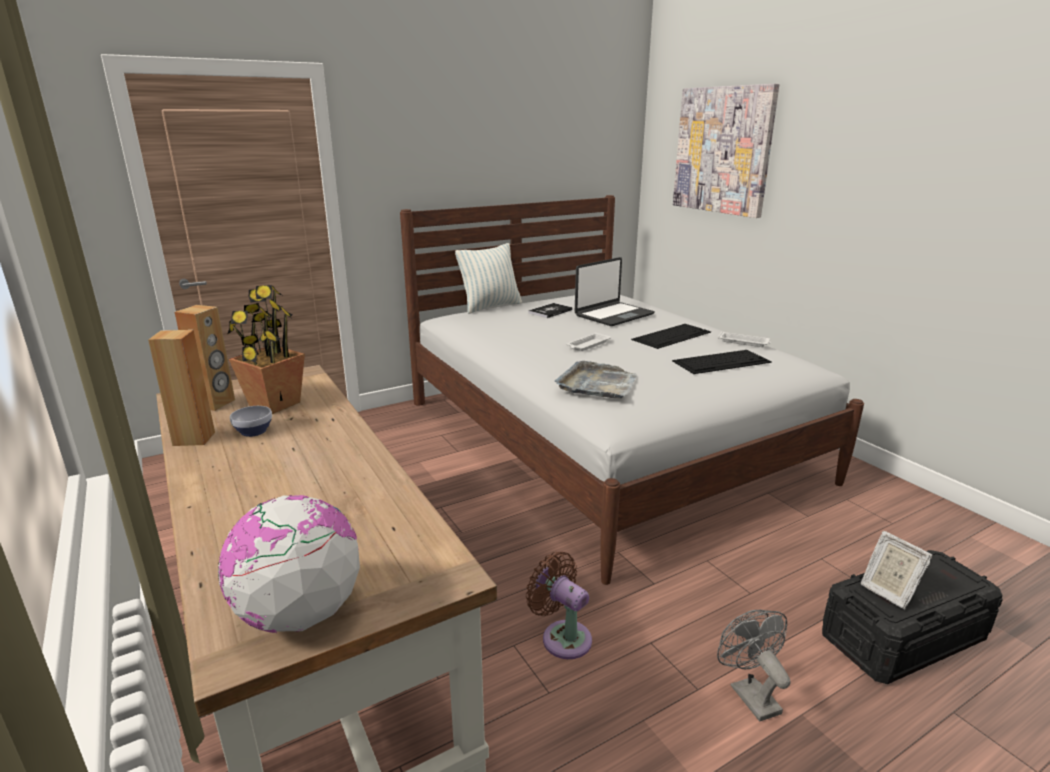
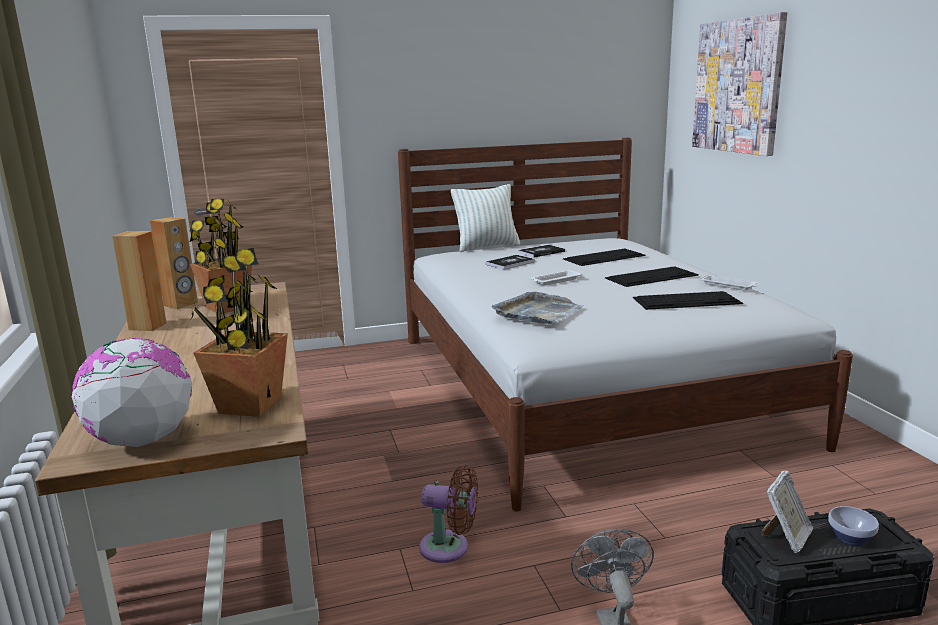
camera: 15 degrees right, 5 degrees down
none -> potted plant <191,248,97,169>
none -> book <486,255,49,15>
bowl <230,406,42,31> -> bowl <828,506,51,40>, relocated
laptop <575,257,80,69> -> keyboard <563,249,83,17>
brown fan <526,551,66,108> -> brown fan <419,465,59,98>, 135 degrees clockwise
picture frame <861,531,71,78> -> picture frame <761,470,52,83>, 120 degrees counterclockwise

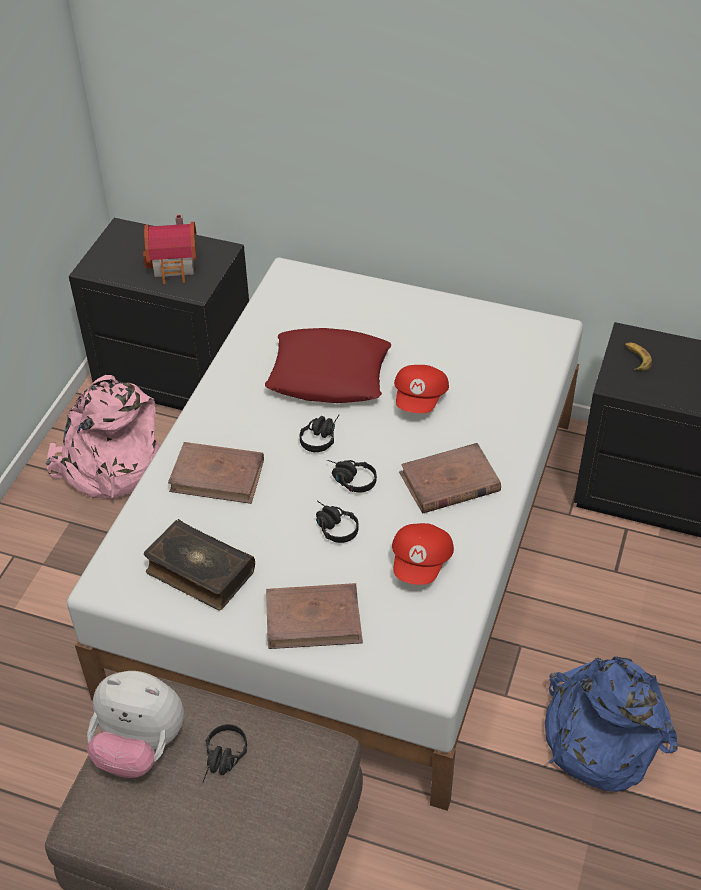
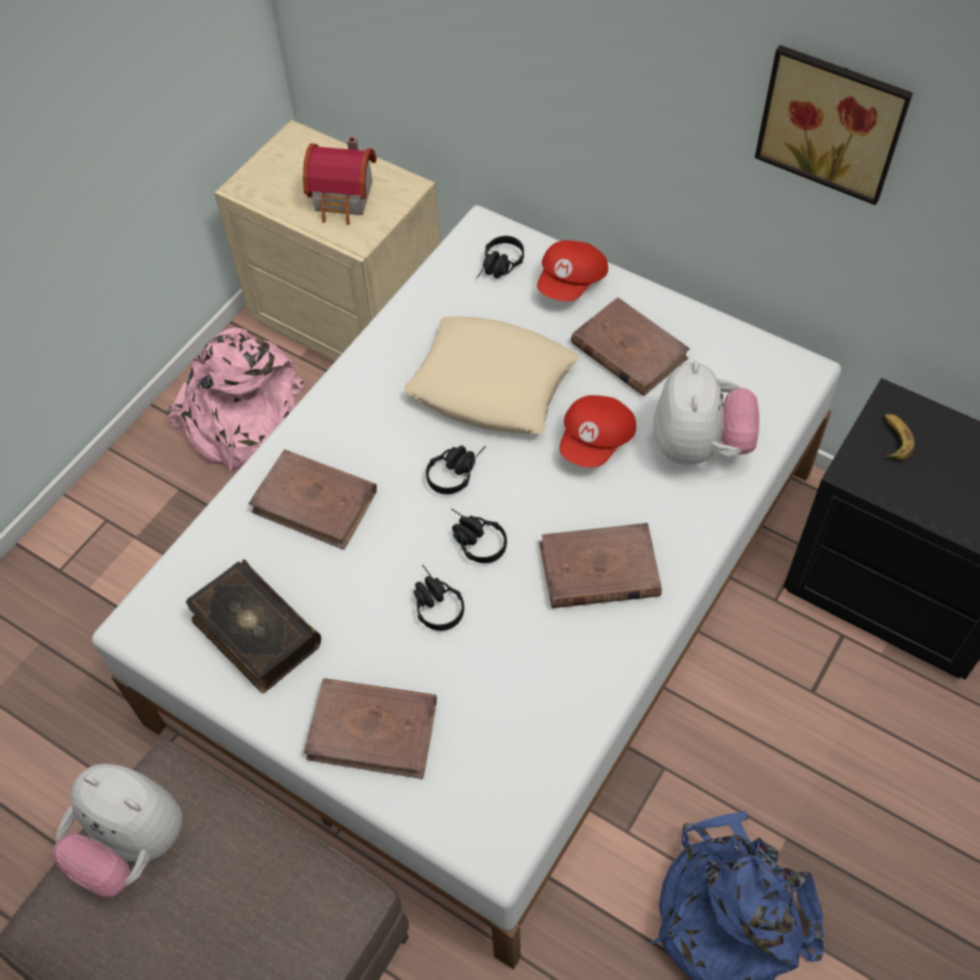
camera: 15 degrees right, 10 degrees up
none -> brown book <571,297,119,99>
none -> plush toy <653,361,107,104>
none -> picture <755,45,158,160>
black headphones <203,724,44,58> -> black headphones <476,236,48,43>, relocated
red cap <392,523,62,62> -> red cap <537,240,71,61>, relocated
black nightstand <69,218,180,192> -> beige nightstand <214,120,227,242>
red pillow <265,328,126,75> -> beige pillow <404,316,174,118>

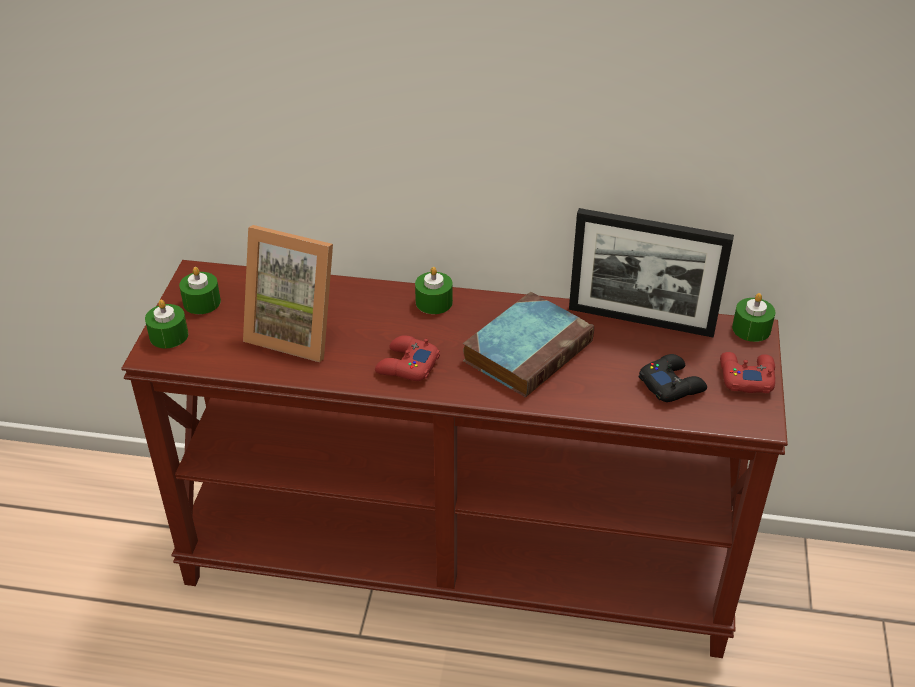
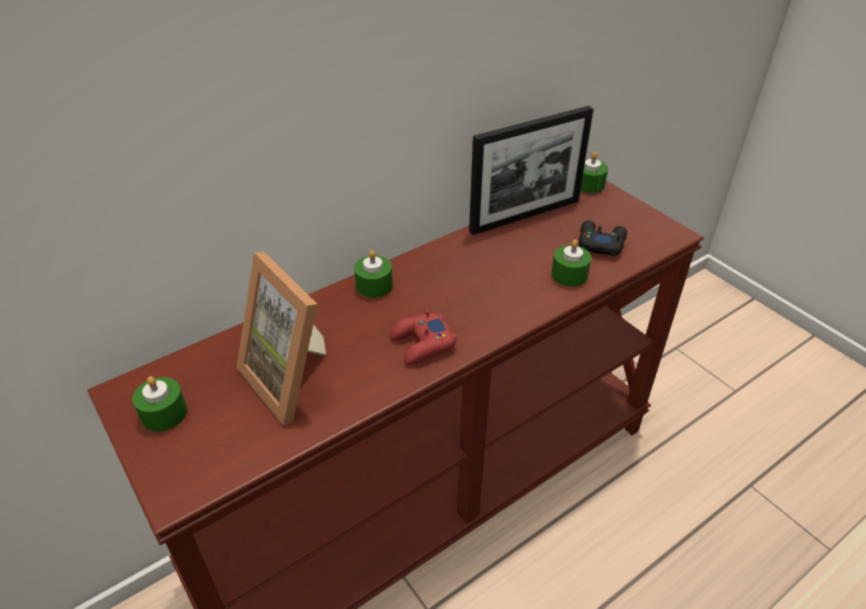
camera: 45 degrees left, 0 degrees up
book <463,292,131,105> -> none
red game controller <720,352,55,41> -> none
green candle <145,300,43,48> -> green candle <551,239,40,48>, relocated
picture frame <243,225,90,137> -> picture frame <237,252,89,173>, 75 degrees clockwise

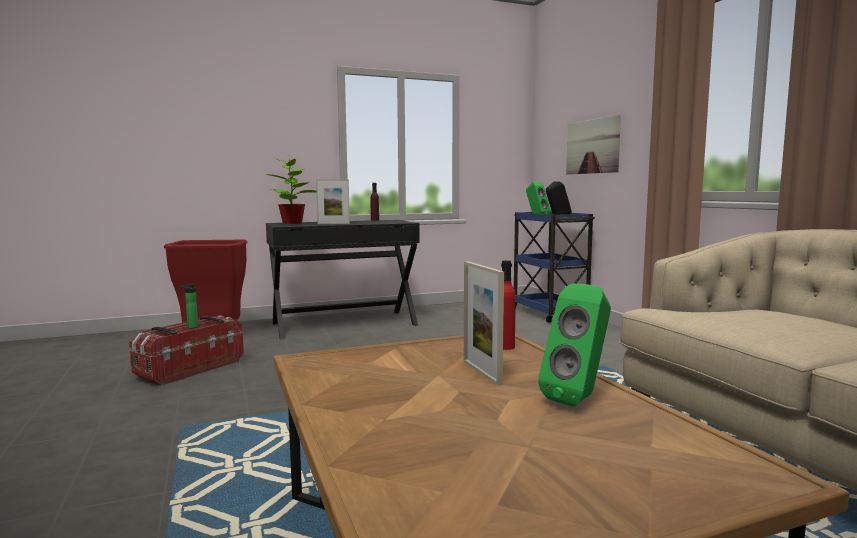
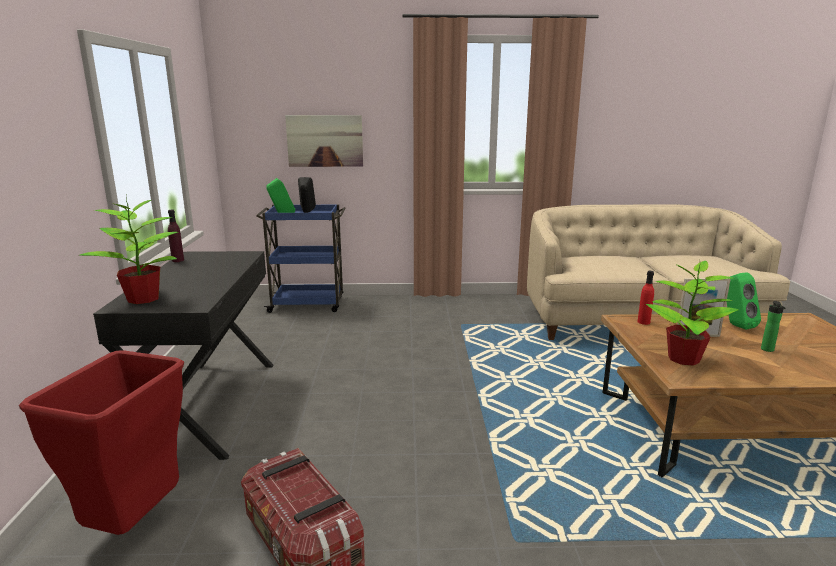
camera: 70 degrees left, 10 degrees up
picture frame <316,179,34,45> -> none
none -> potted plant <646,261,93,105>
bottle <180,284,18,44> -> bottle <761,301,24,51>, relocated

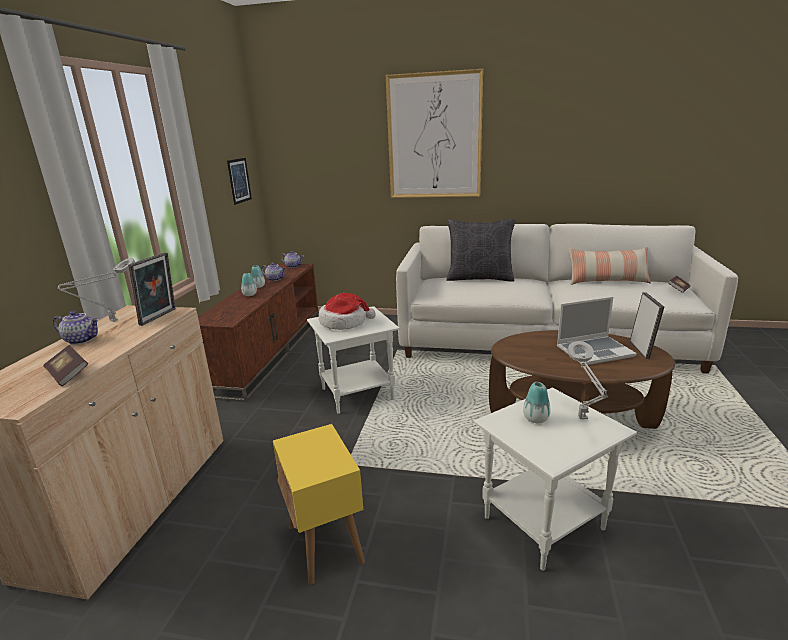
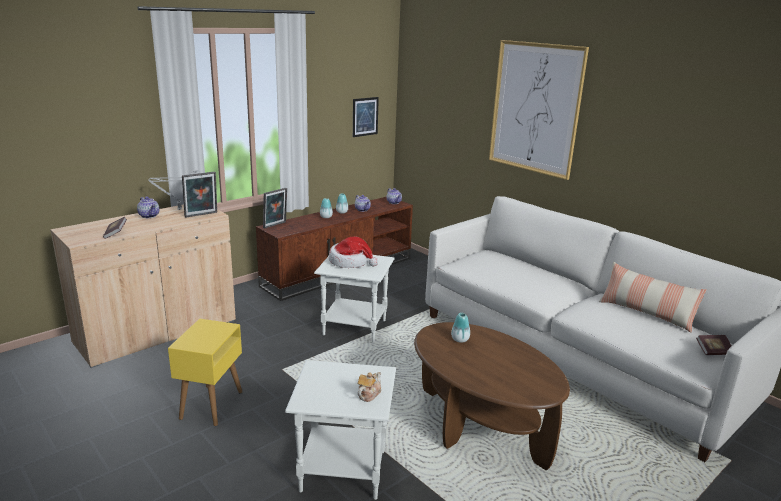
camera: 35 degrees right, 0 degrees up
black pillow <446,219,70,62> -> none
laptop <557,297,80,69> -> none
vase <523,382,28,41> -> vase <451,313,19,30>, relocated
picture frame <630,292,34,67> -> picture frame <263,188,24,41>, relocated
grey table lamp <568,341,40,78> -> teapot <358,372,23,30>

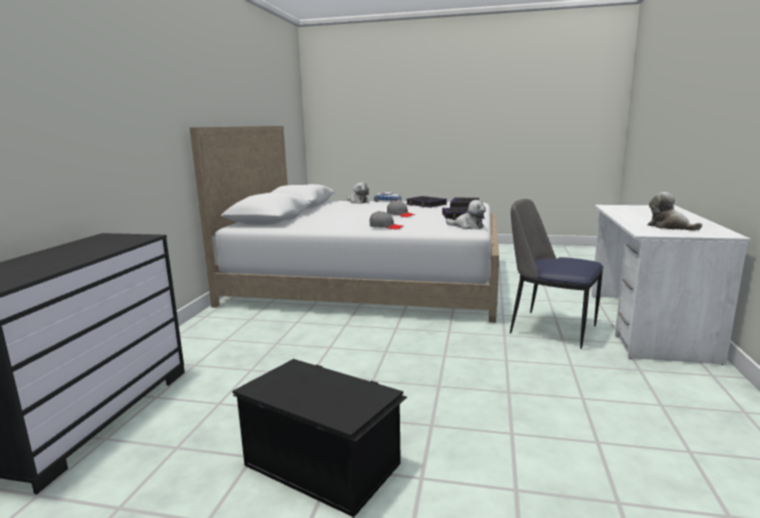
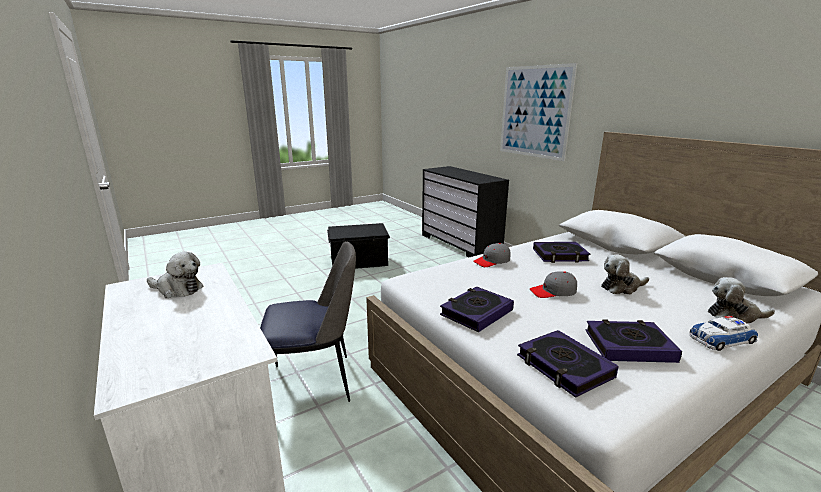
camera: 135 degrees right, 5 degrees up
none -> picture <500,63,77,98>
none -> book <533,242,57,21>
plush toy <446,200,40,29> -> plush toy <601,255,48,40>, relocated

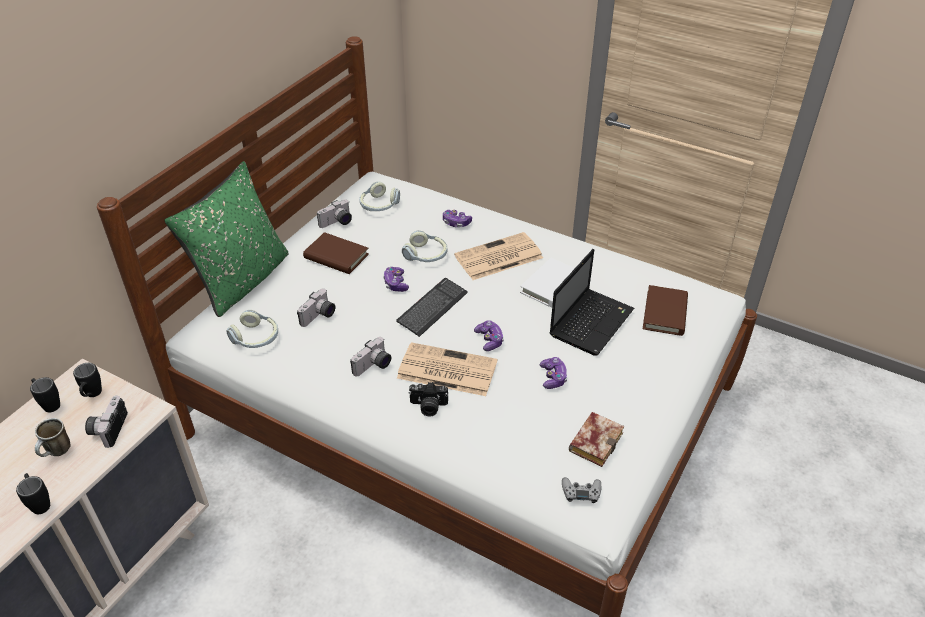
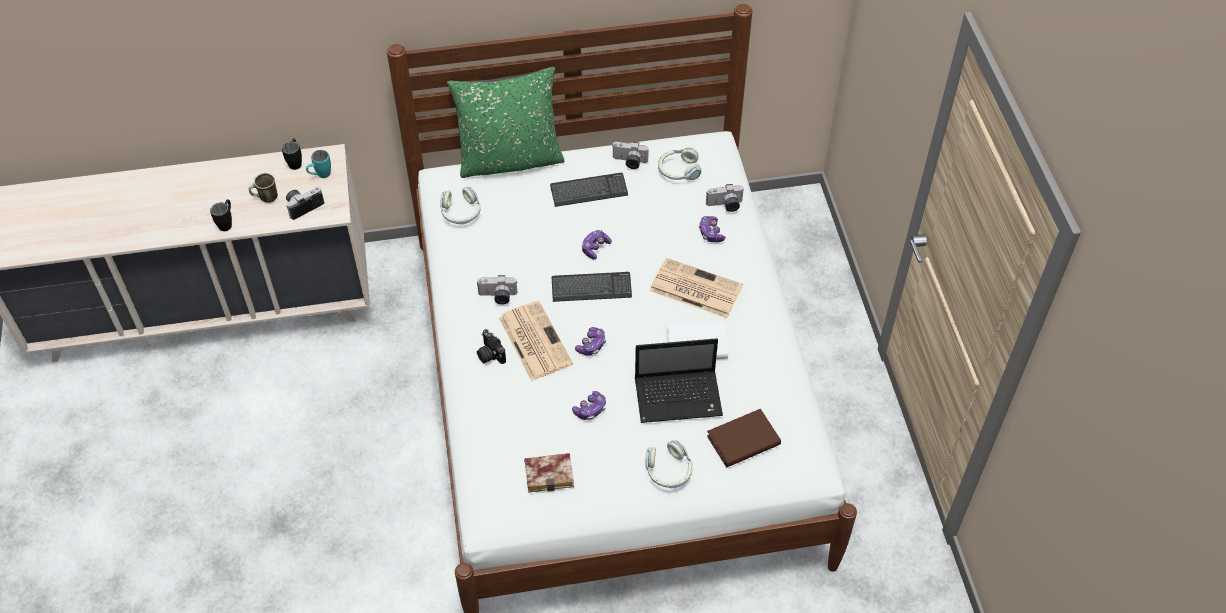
camera: 50 degrees right, 10 degrees up
grey game controller <562,477,39,26> -> none
photo camera <297,288,38,39> -> photo camera <706,184,39,28>, relocated
headphones <402,230,45,32> -> headphones <645,440,48,48>, relocated
brown book <303,232,66,42> -> keyboard <550,173,78,34>
black mug <73,363,29,34> -> turquoise mug <306,150,25,28>

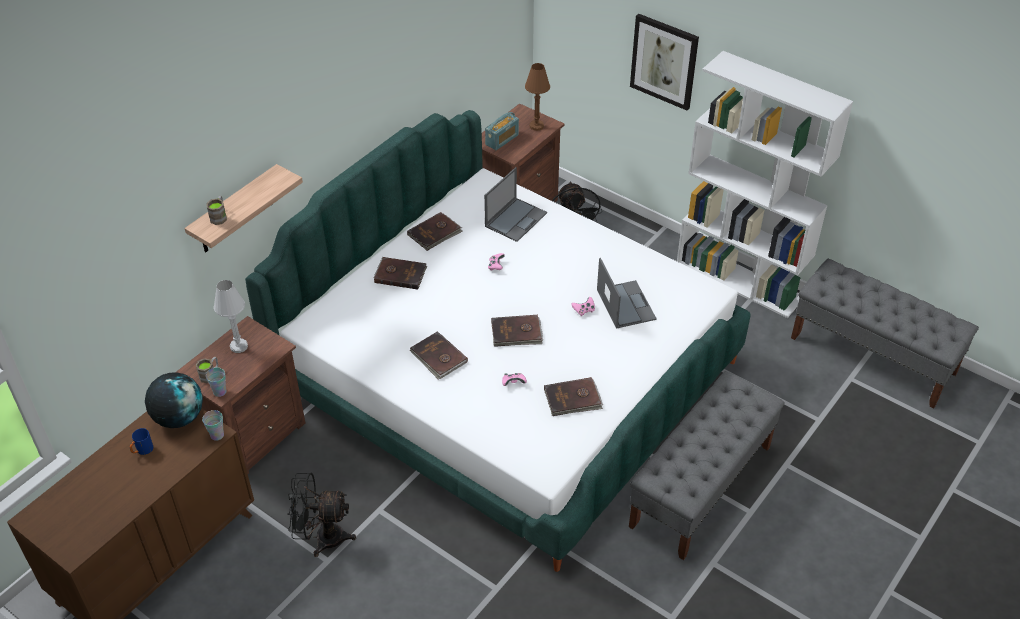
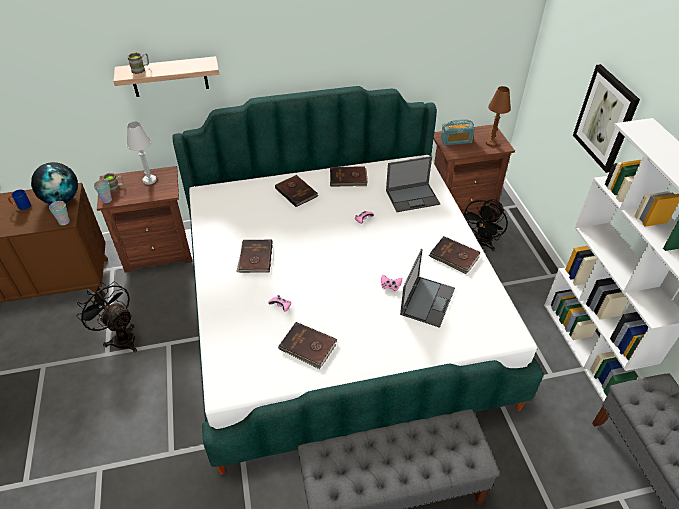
camera: 40 degrees right, 0 degrees up
brown book <491,315,52,32> -> brown book <429,236,51,38>, relocated

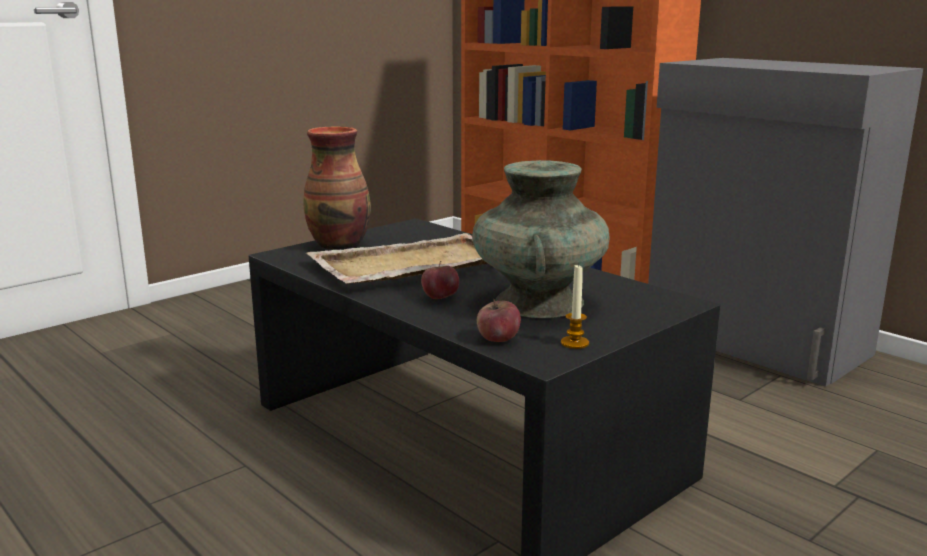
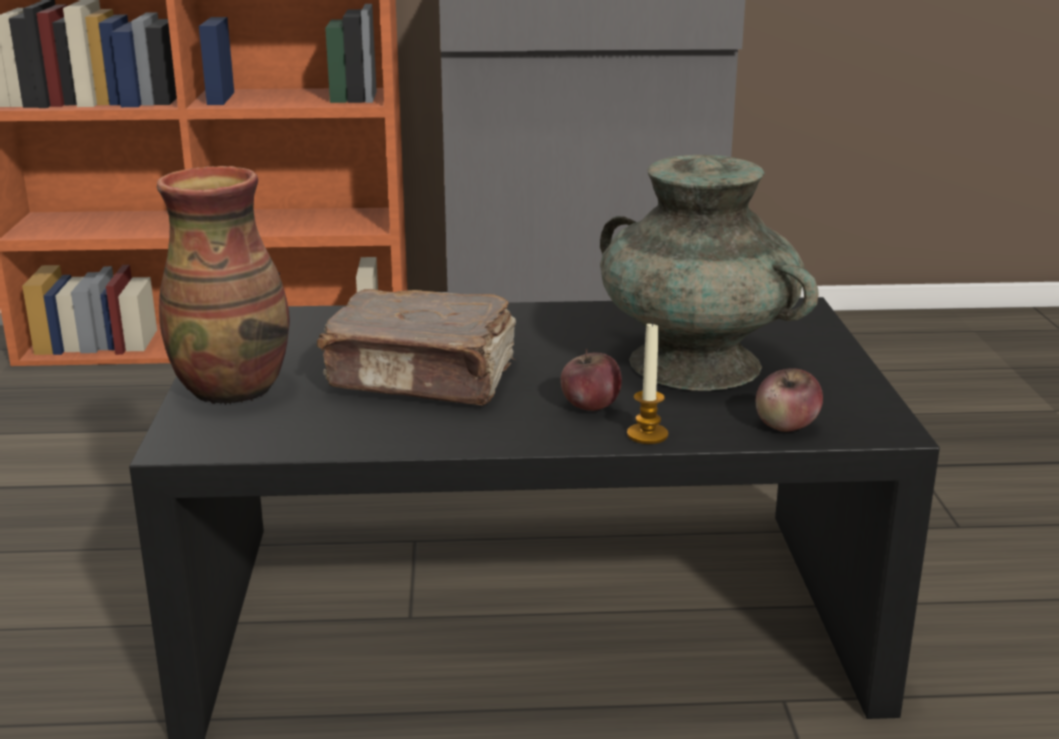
camera: 50 degrees left, 5 degrees up
candle <561,264,28,85> -> candle <627,321,41,123>, relocated
beige tray <306,233,182,50> -> brown book <317,289,199,117>

